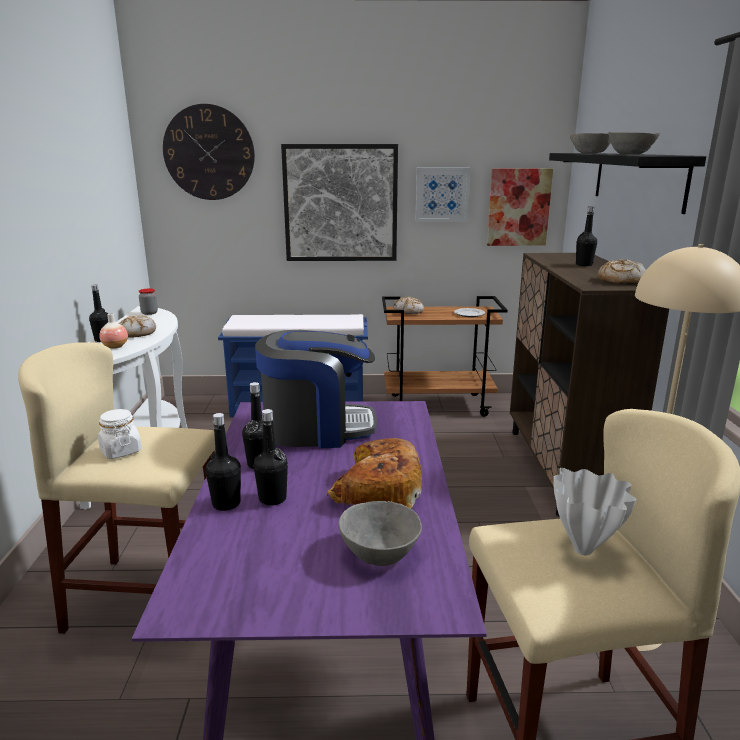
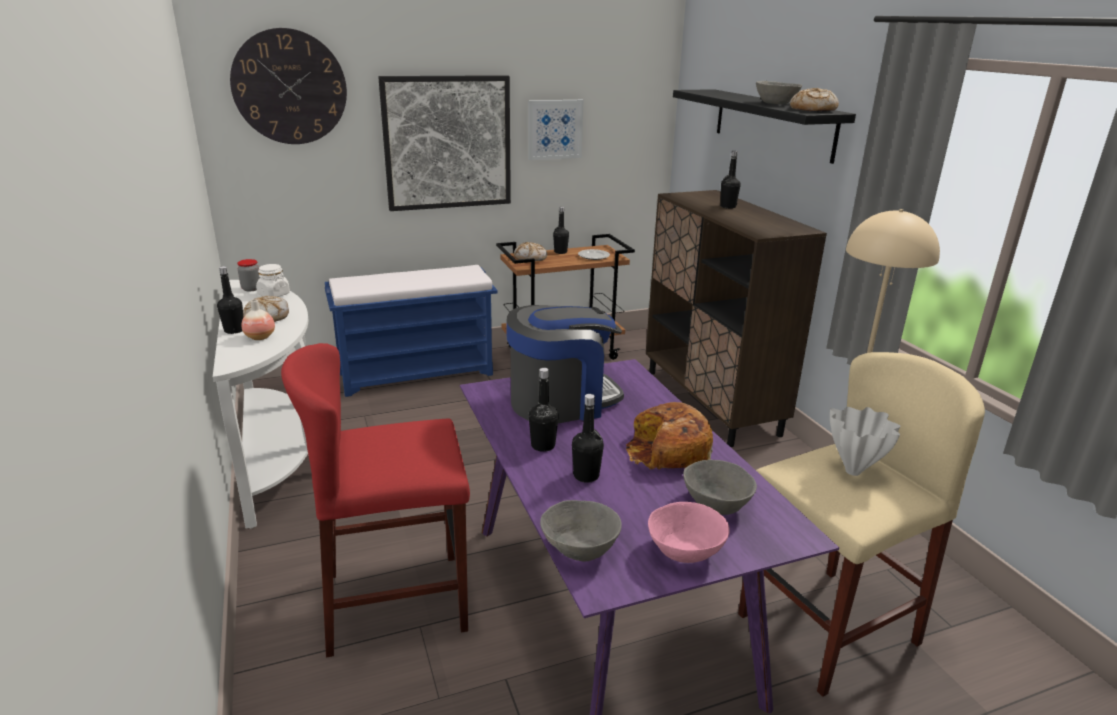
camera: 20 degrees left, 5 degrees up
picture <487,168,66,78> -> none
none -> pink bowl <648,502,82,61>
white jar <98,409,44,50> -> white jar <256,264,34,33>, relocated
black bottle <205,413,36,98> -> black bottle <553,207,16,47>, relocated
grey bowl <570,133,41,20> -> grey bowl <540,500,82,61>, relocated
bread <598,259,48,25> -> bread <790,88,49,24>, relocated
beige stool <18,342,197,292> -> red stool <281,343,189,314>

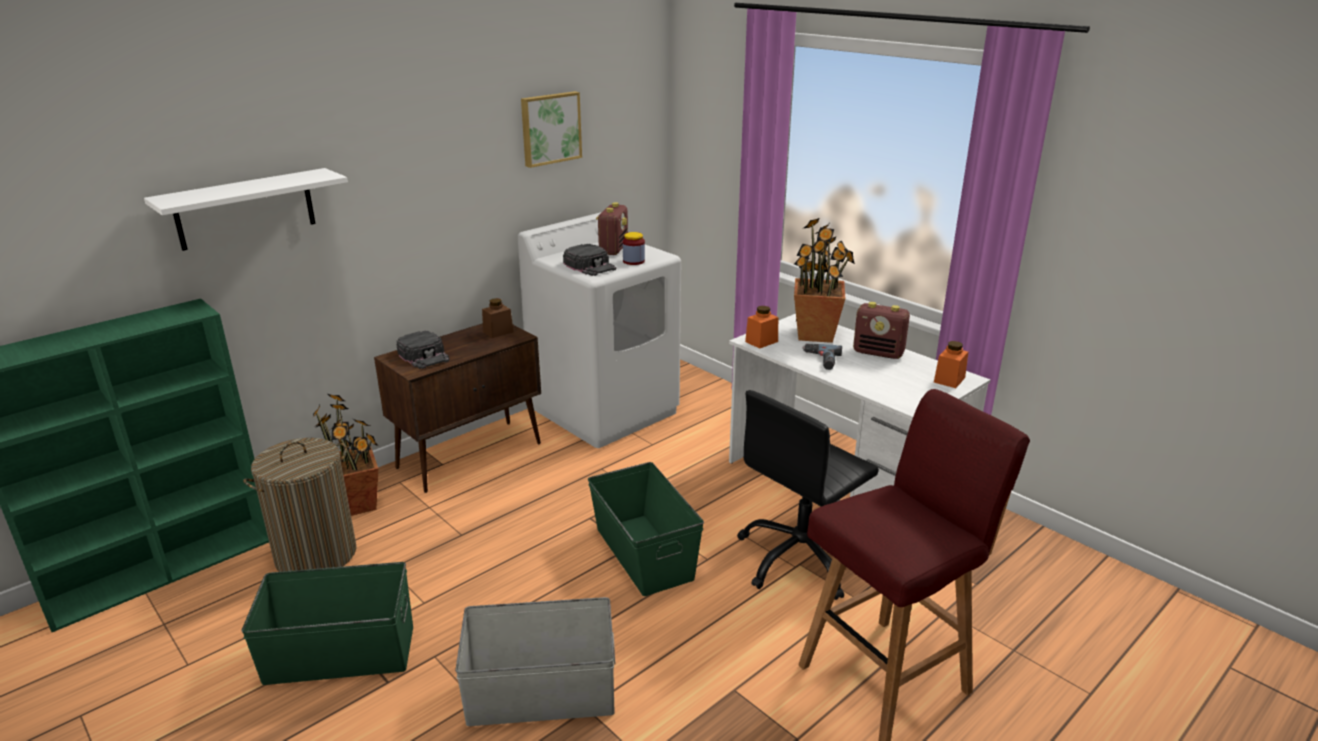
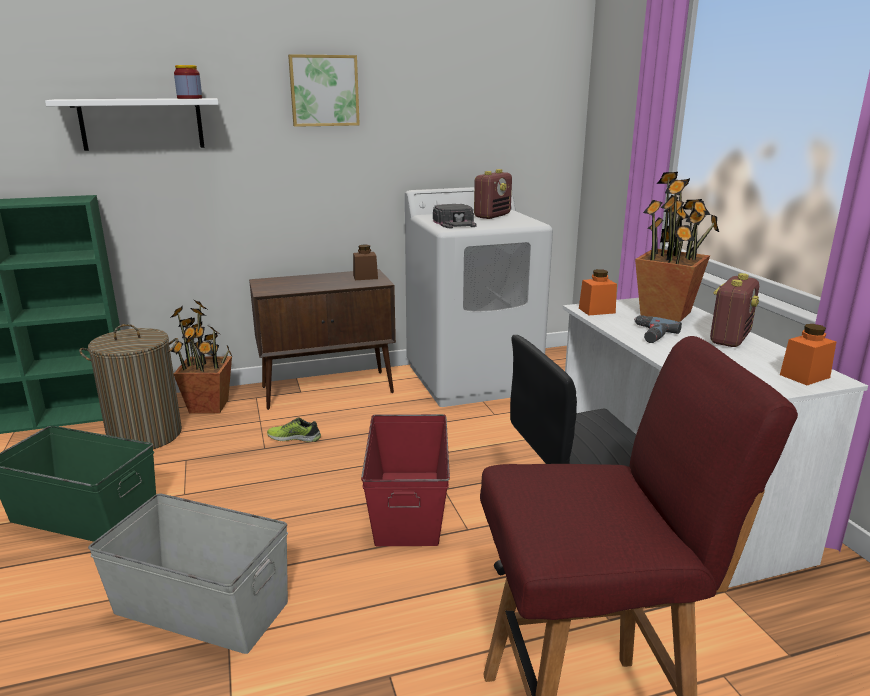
camera: 25 degrees right, 5 degrees down
black cap <396,330,54,39> -> none
none -> shoe <267,417,54,25>
picture <521,91,61,77> -> picture <288,54,72,73>, relocated
jar <623,232,22,33> -> jar <174,65,28,34>, relocated
green storage box <588,462,116,134> -> red storage box <361,414,89,132>
radio <853,302,57,57> -> radio <710,273,49,74>, 105 degrees counterclockwise

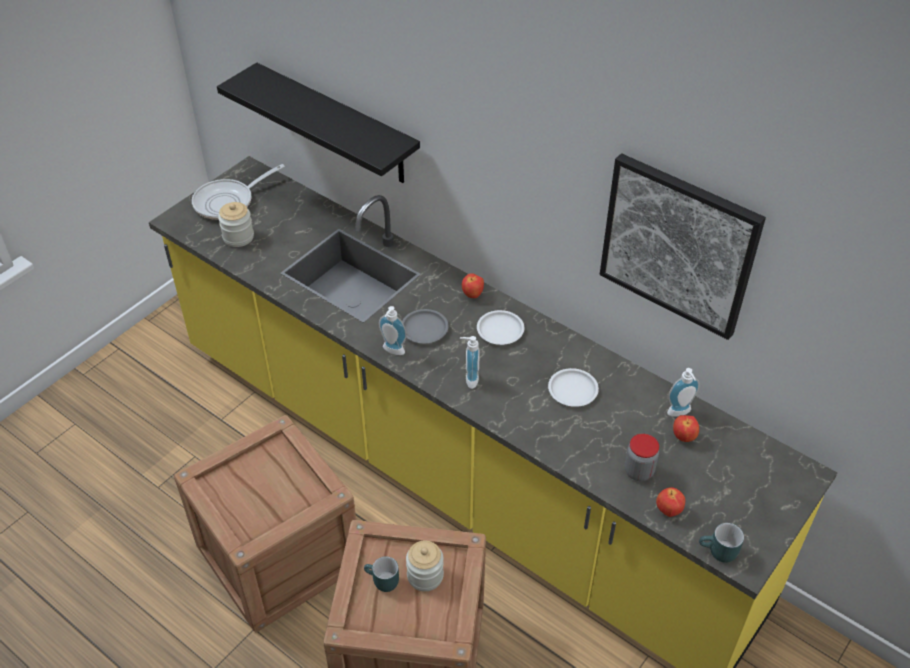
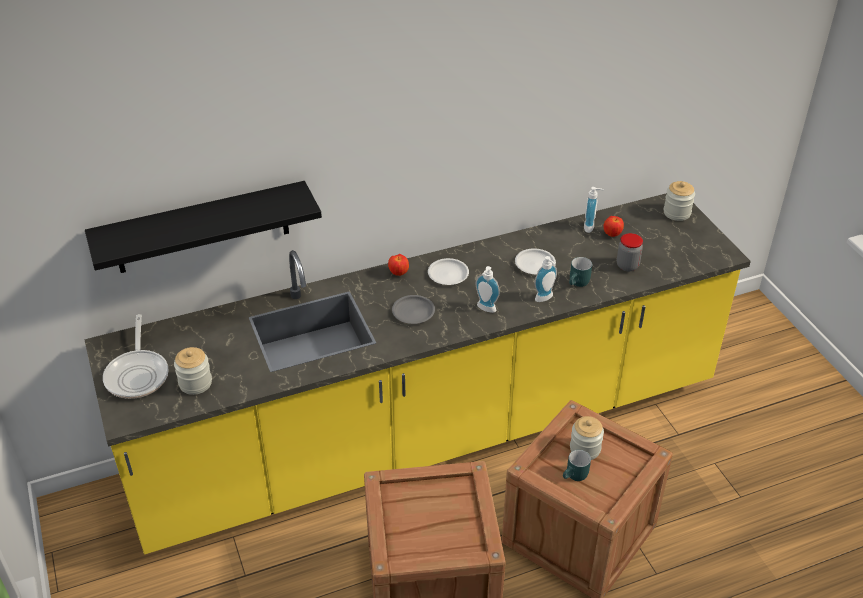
camera: 60 degrees left, 5 degrees down
picture <600,153,166,187> -> none
apple <656,487,29,30> -> none
none -> jar <663,181,32,40>
soap dispenser <379,306,28,49> -> soap dispenser <535,256,22,46>, relocated
turquoise mug <699,523,45,40> -> turquoise mug <569,257,23,30>, relocated

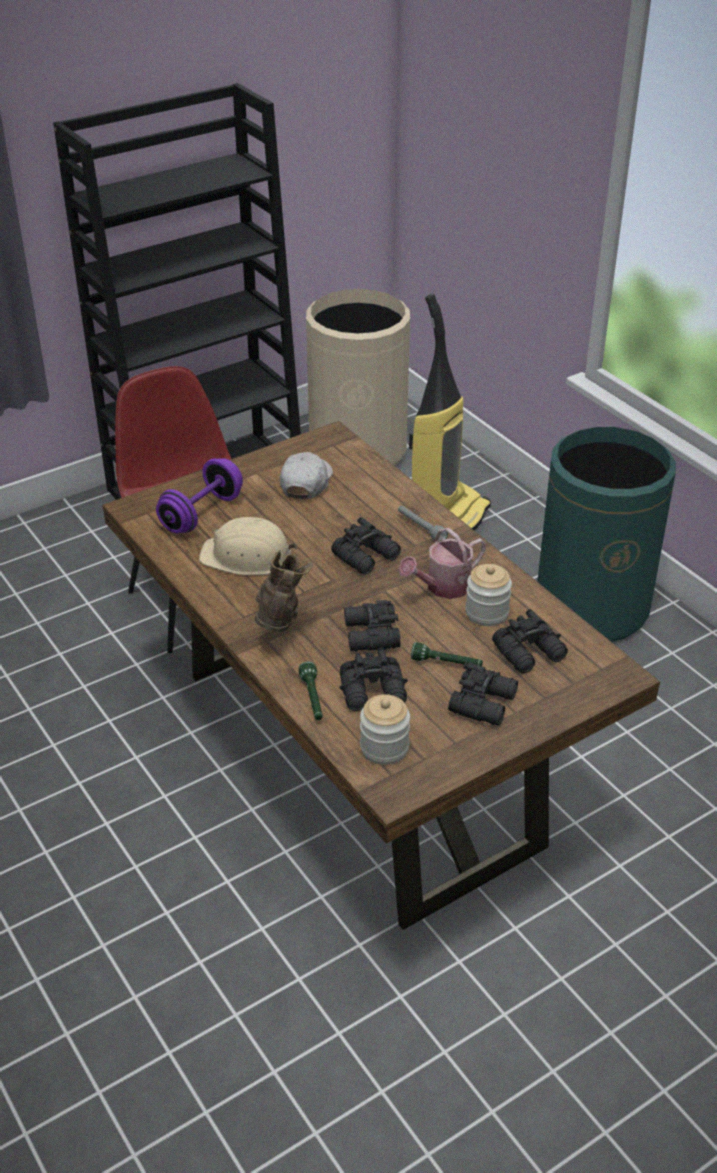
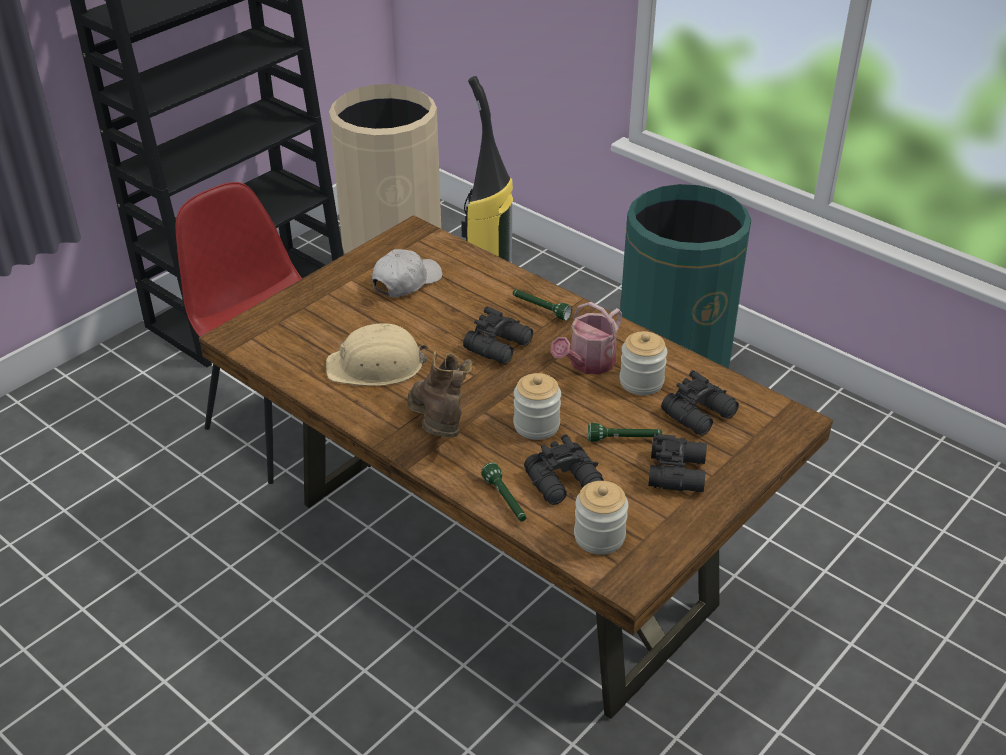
camera: 15 degrees left, 0 degrees up
purple dumbbell <156,458,87,75> -> none
black binoculars <344,600,56,52> -> jar <513,373,48,67>
grey flashlight <398,506,50,34> -> green flashlight <513,289,59,32>
white cap <280,452,53,47> -> white cap <372,249,70,48>, 45 degrees clockwise

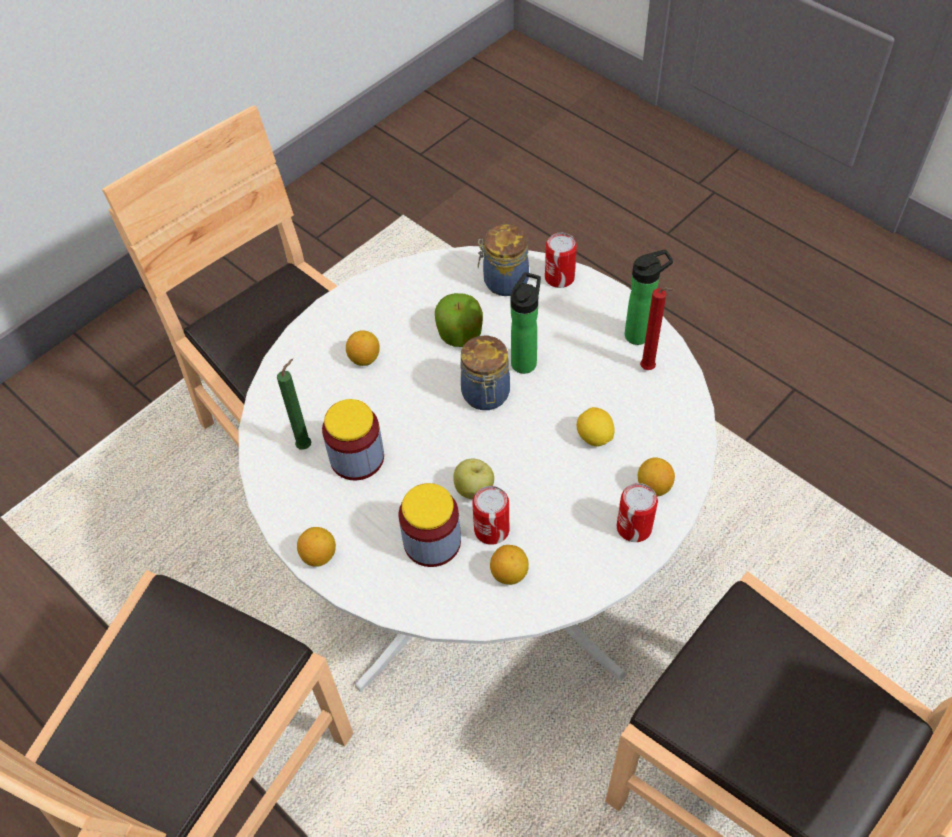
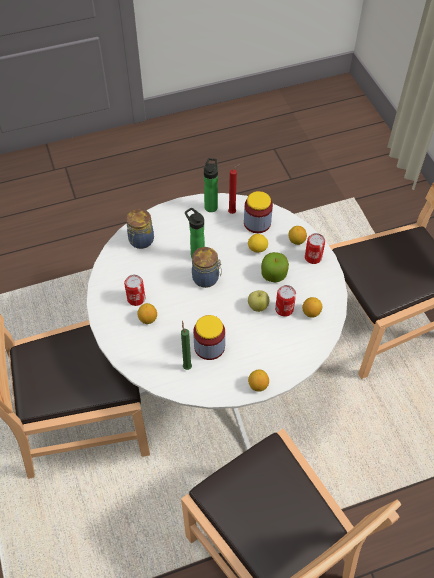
camera: 65 degrees left, 0 degrees up
jar <399,483,62,84> -> jar <244,191,29,42>, relocated
apple <435,293,48,54> -> apple <261,252,28,30>, relocated
can <545,233,32,55> -> can <124,275,21,31>, relocated

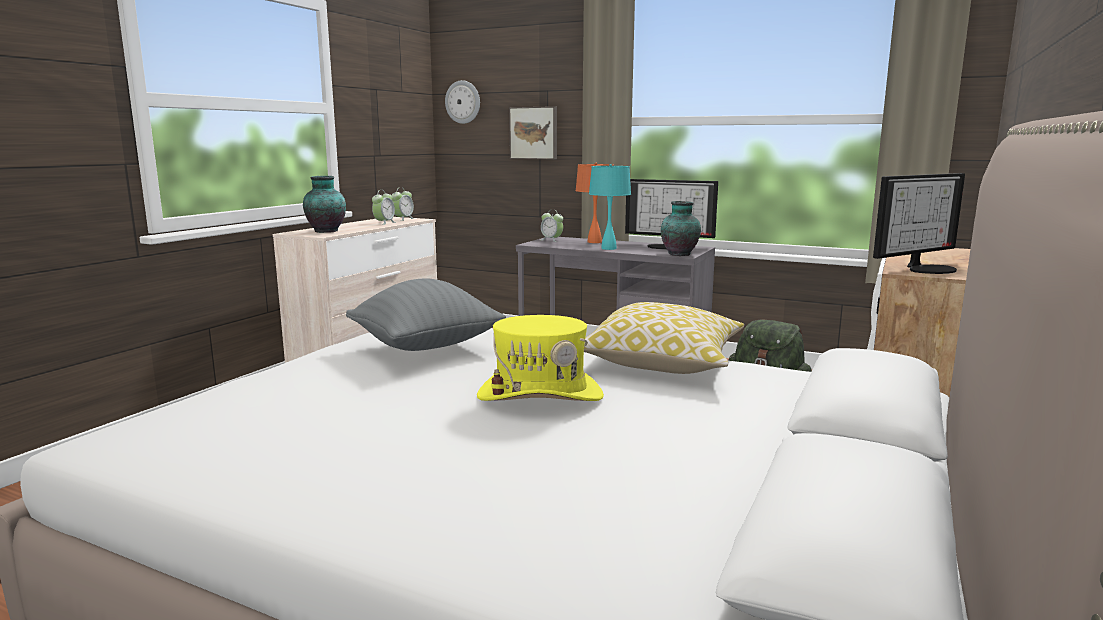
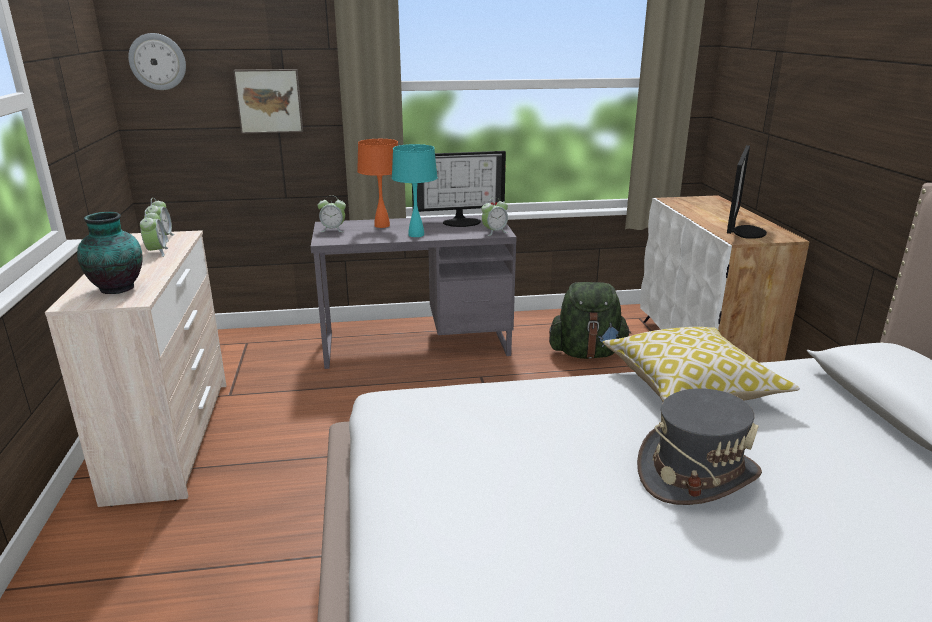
camera: 35 degrees left, 10 degrees up
grey pillow <346,278,160,73> -> none
vase <661,201,40,55> -> alarm clock <481,197,27,39>
yellow hat <477,315,127,86> -> grey hat <637,388,125,117>

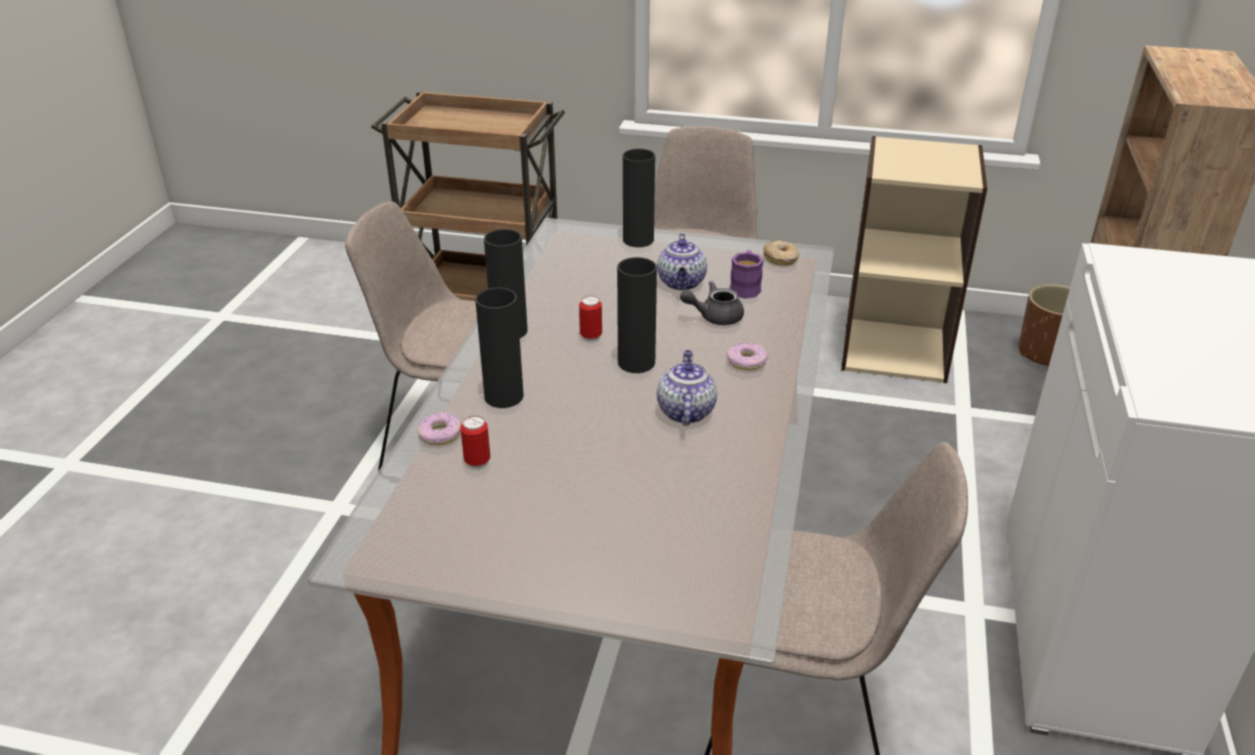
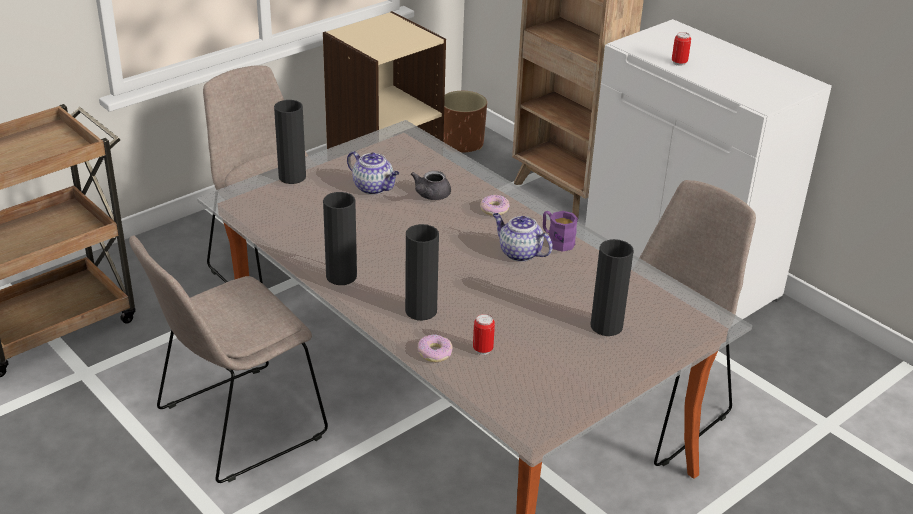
camera: 55 degrees left, 0 degrees up
donut <763,241,36,25> -> none
can <579,296,23,45> -> can <672,32,19,34>, relocated
black vase <617,257,40,116> -> black vase <591,239,43,97>, relocated
purple mug <730,250,34,49> -> purple mug <543,211,35,41>, relocated

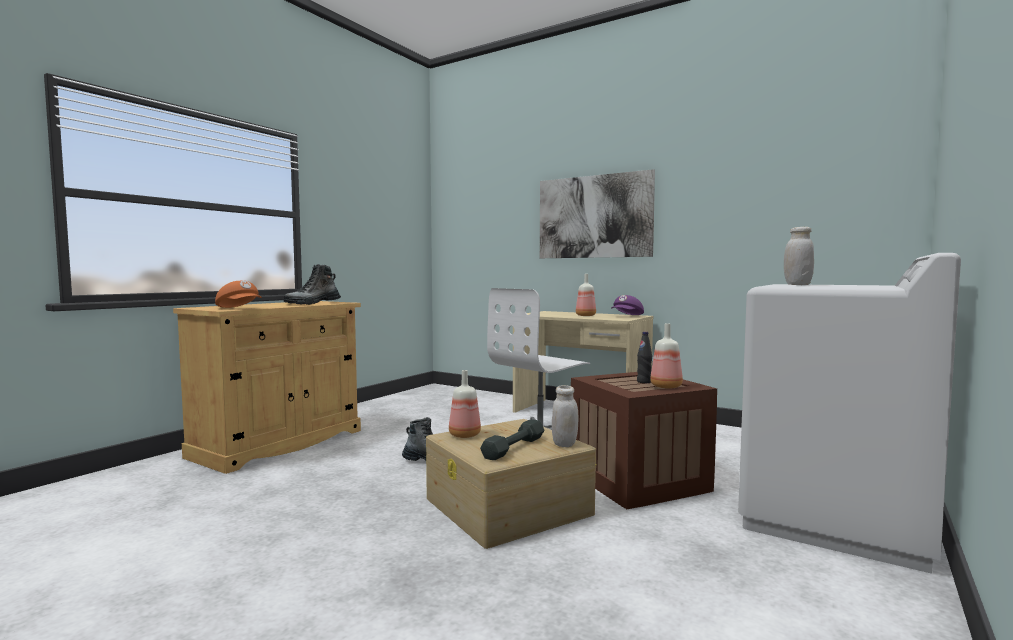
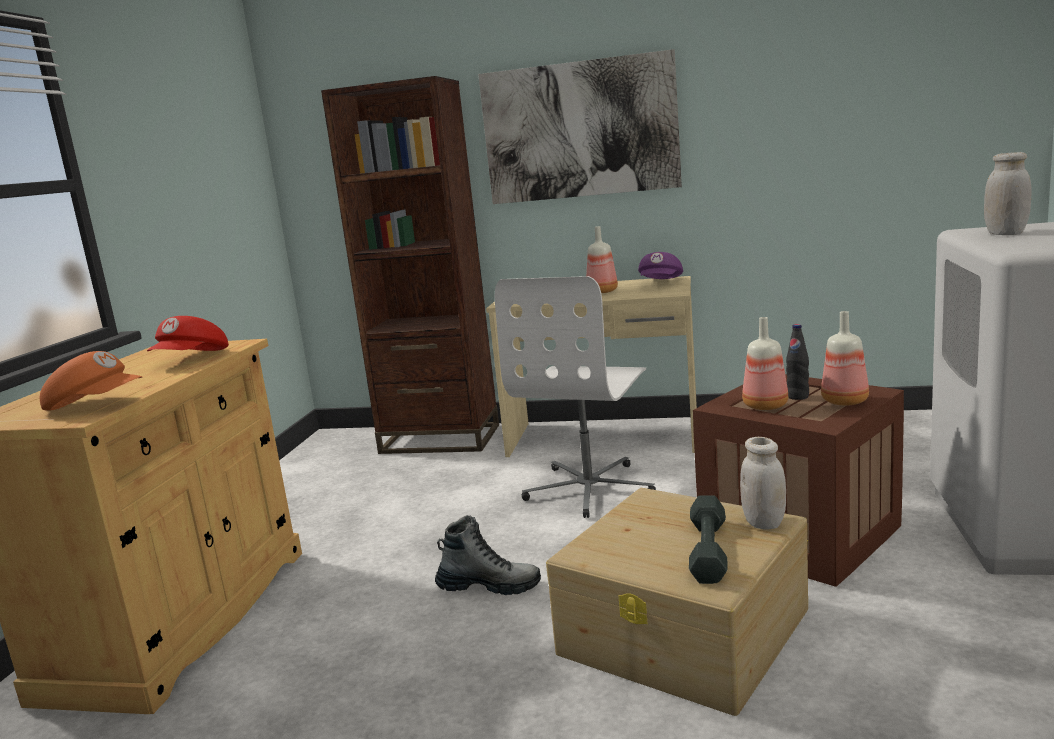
camera: 20 degrees left, 10 degrees up
none -> brown bookcase <321,76,178,378>
bottle <449,370,32,68> -> bottle <742,317,46,93>, relocated
boot <283,264,58,41> -> red cap <147,316,82,35>

